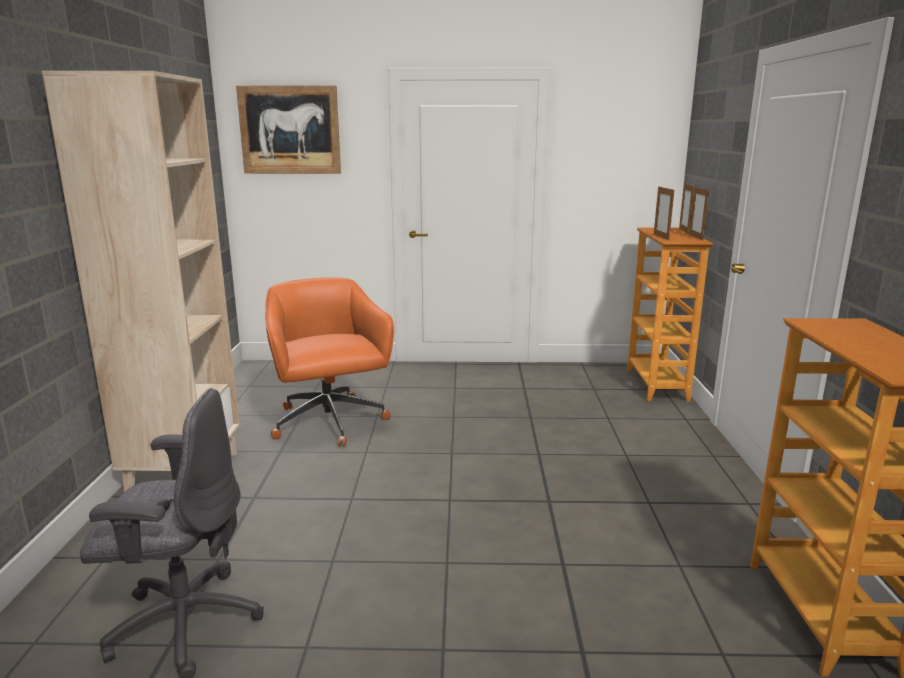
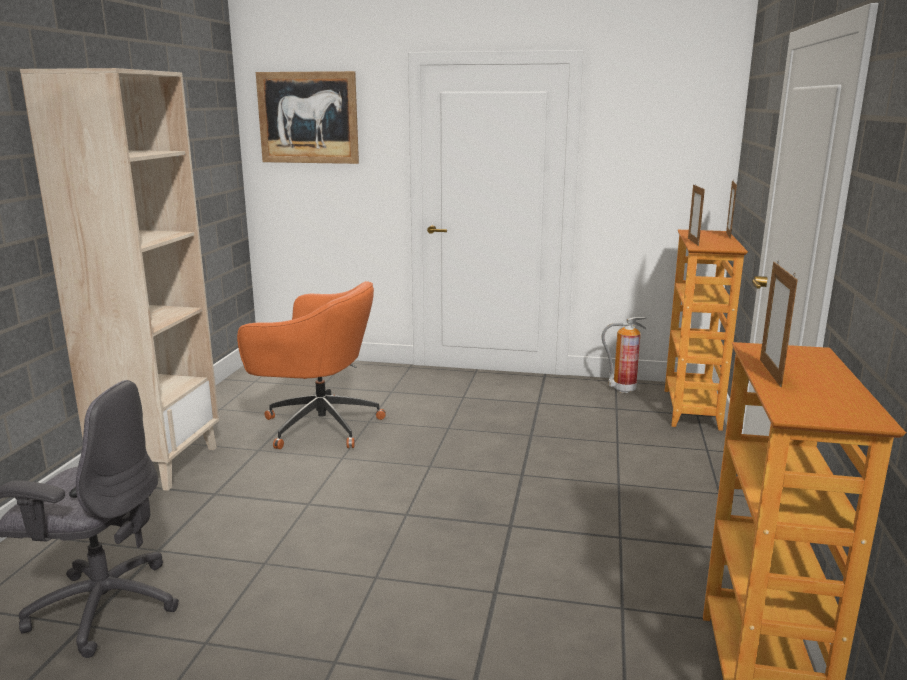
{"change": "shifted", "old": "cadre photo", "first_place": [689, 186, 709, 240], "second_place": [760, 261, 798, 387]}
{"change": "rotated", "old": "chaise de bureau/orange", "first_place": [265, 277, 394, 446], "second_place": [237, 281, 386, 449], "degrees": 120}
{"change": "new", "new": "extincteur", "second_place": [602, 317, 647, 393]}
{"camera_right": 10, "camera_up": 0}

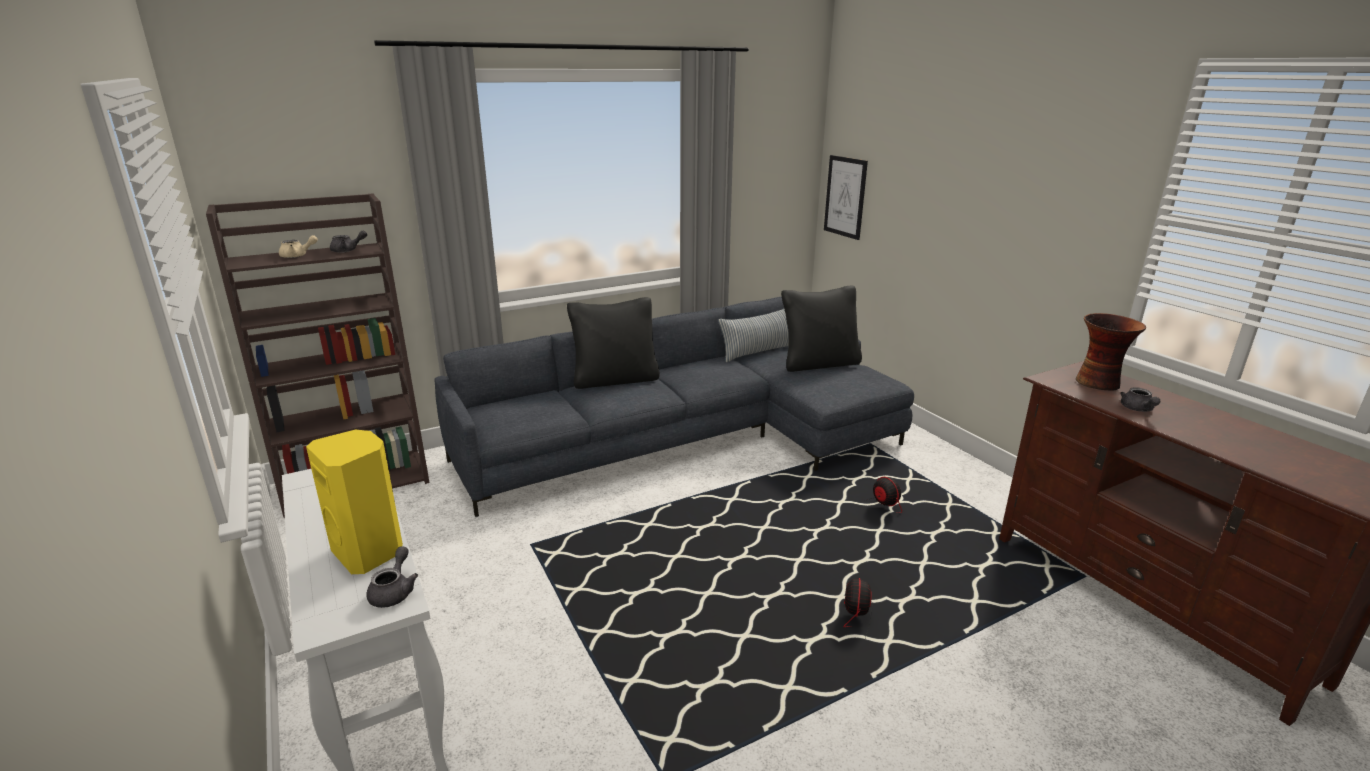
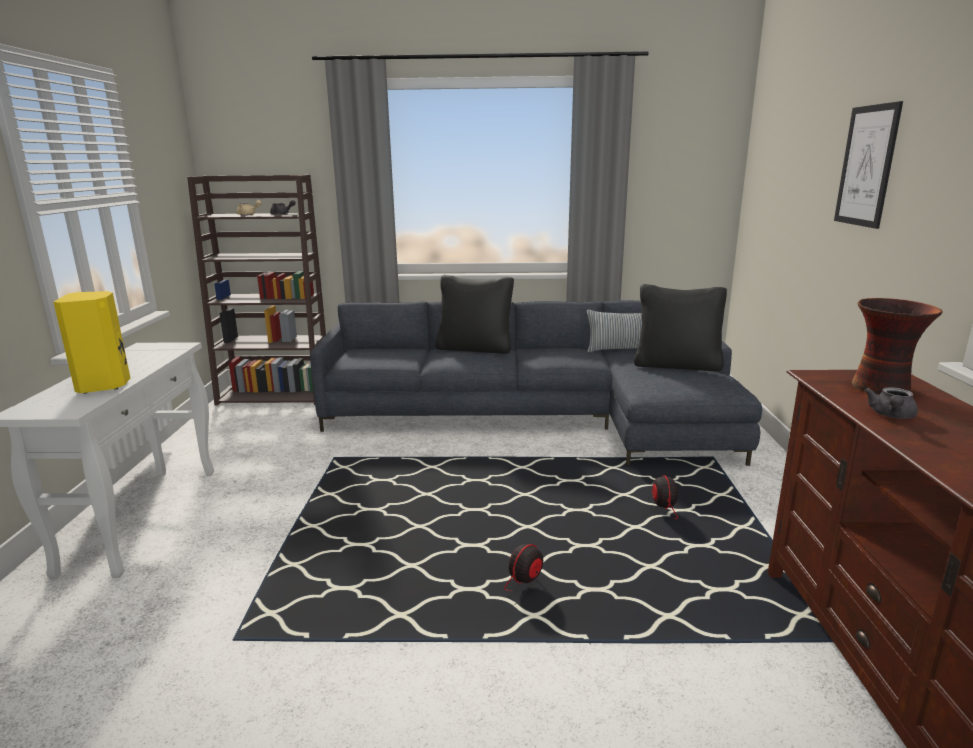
{"change": "shifted", "old": "tableau", "first_place": [824, 155, 868, 240], "second_place": [834, 101, 903, 229]}
{"change": "gone", "old": "théière/gris", "first_place": [366, 546, 418, 608]}
{"camera_right": 30, "camera_up": -5}

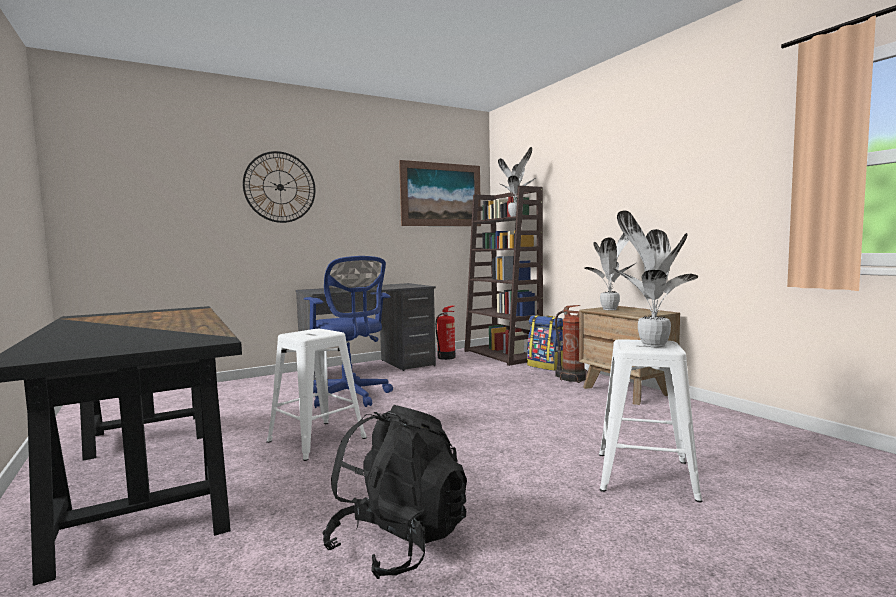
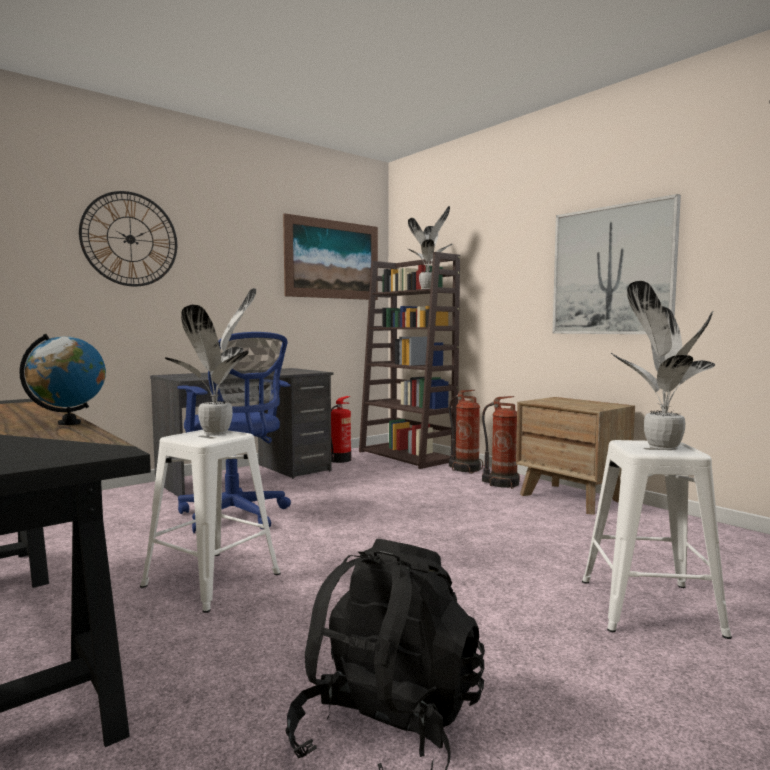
{"change": "shifted", "old": "plante en pot", "first_place": [584, 233, 636, 310], "second_place": [165, 288, 256, 435]}
{"change": "swapped", "old": "sac à dos", "new": "extincteur", "first_place": [527, 315, 563, 371], "second_place": [449, 390, 483, 474]}
{"change": "new", "new": "tableau", "second_place": [553, 194, 681, 334]}
{"change": "new", "new": "globe", "second_place": [19, 334, 106, 425]}
{"camera_right": -10, "camera_up": 0}

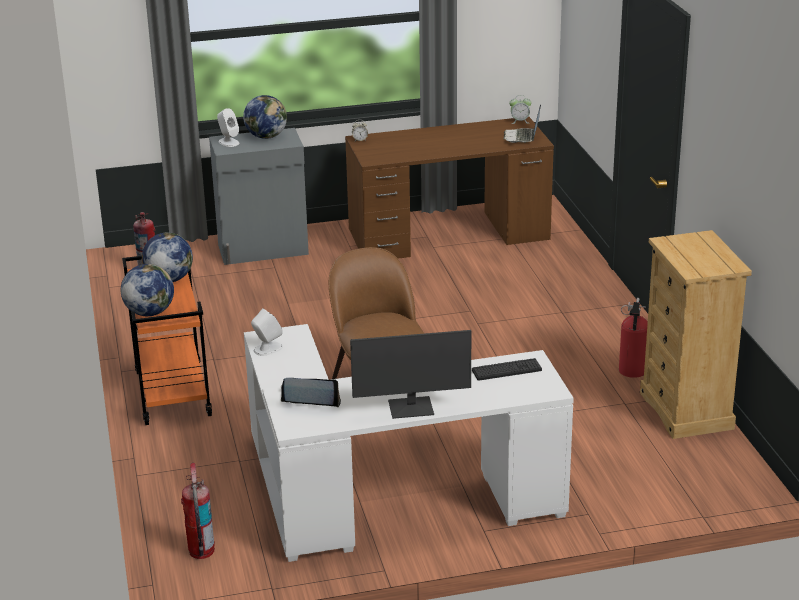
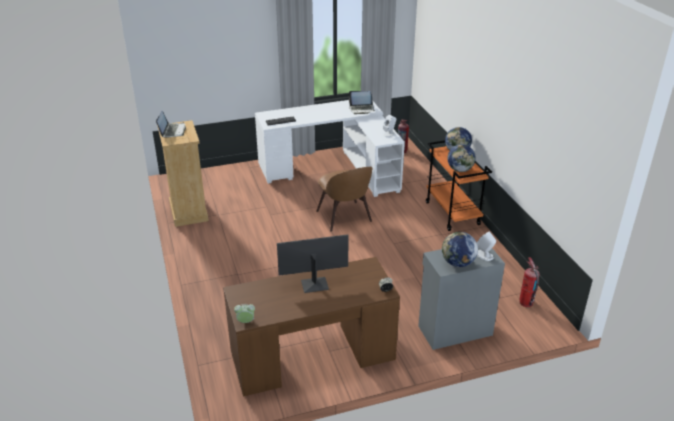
{"change": "shifted", "old": "ordinateur portable", "first_place": [504, 104, 541, 143], "second_place": [156, 111, 186, 137]}
{"change": "gone", "old": "extincteur", "first_place": [619, 298, 648, 378]}
{"change": "shifted", "old": "écran d'ordinateur", "first_place": [350, 330, 471, 419], "second_place": [277, 234, 349, 293]}
{"camera_right": 175, "camera_up": 5}

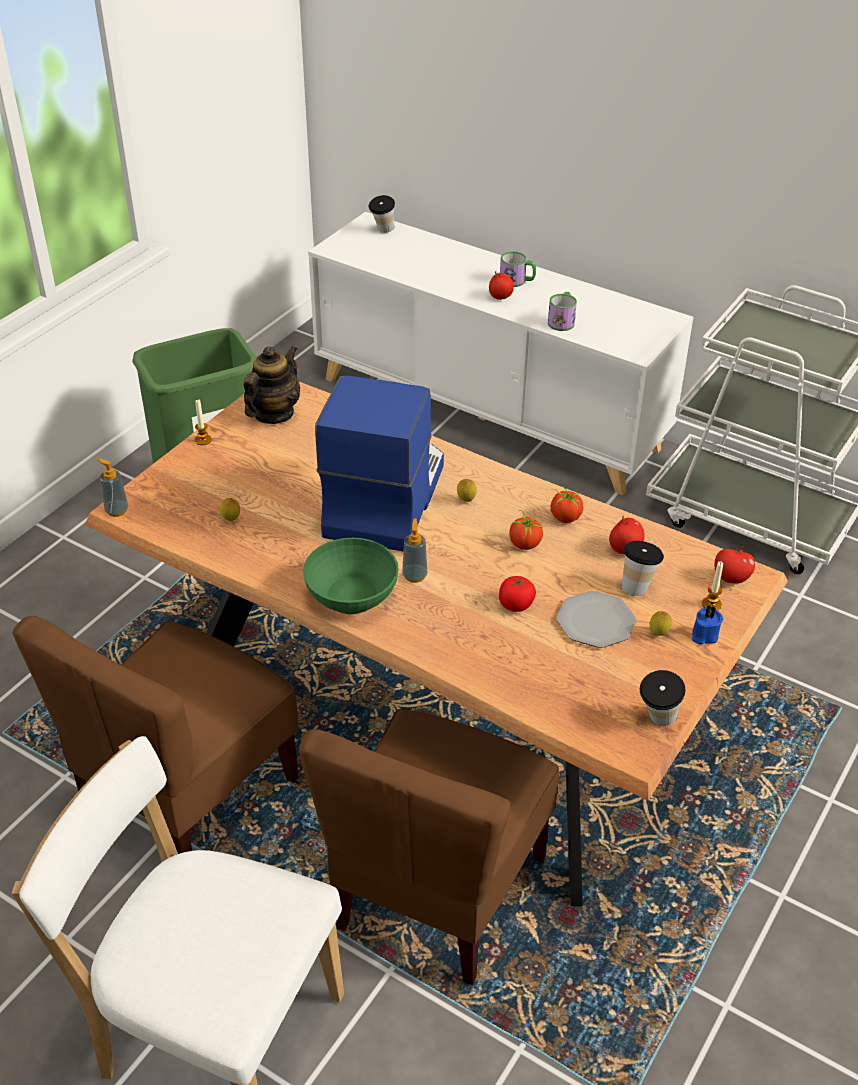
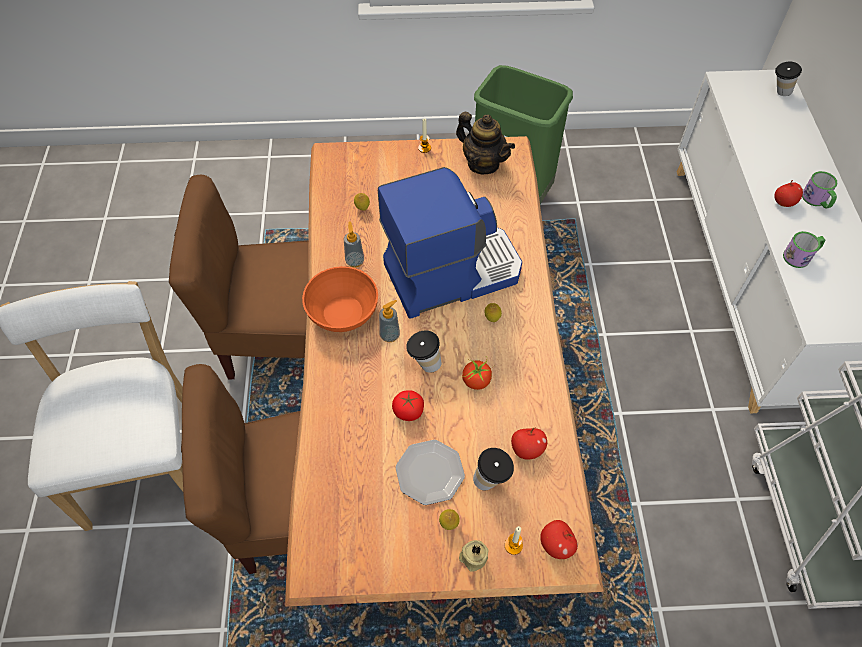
{"change": "rotated", "old": "théière", "first_place": [244, 346, 300, 424], "second_place": [456, 112, 515, 174], "degrees": 45}
{"change": "shifted", "old": "distributeur de savon", "first_place": [97, 458, 128, 517], "second_place": [344, 221, 364, 267]}
{"change": "gone", "old": "tomate", "first_place": [551, 483, 583, 523]}
{"change": "repainted", "old": "bol/vert", "new": "bol/orange", "first_place": [303, 538, 399, 614], "second_place": [302, 266, 378, 332]}
{"change": "repainted", "old": "bougie/bleu", "new": "bougie/beige", "first_place": [692, 606, 723, 645], "second_place": [459, 540, 489, 572]}
{"change": "shifted", "old": "tasse", "first_place": [640, 670, 686, 726], "second_place": [406, 330, 442, 373]}
{"camera_right": 55, "camera_up": 15}

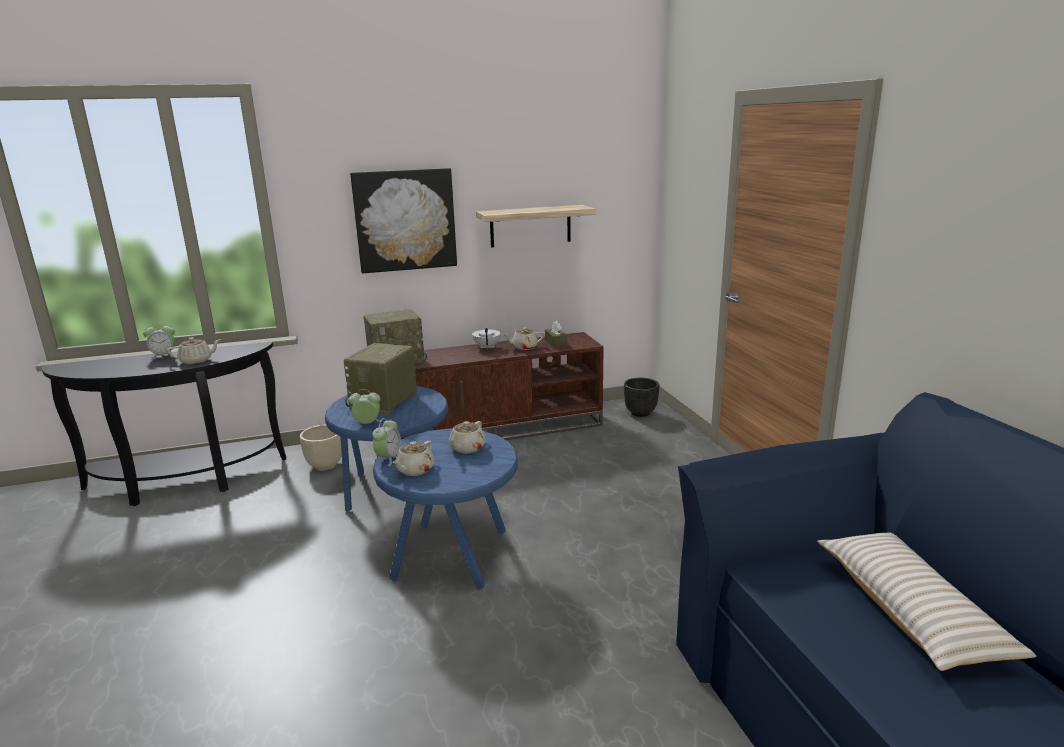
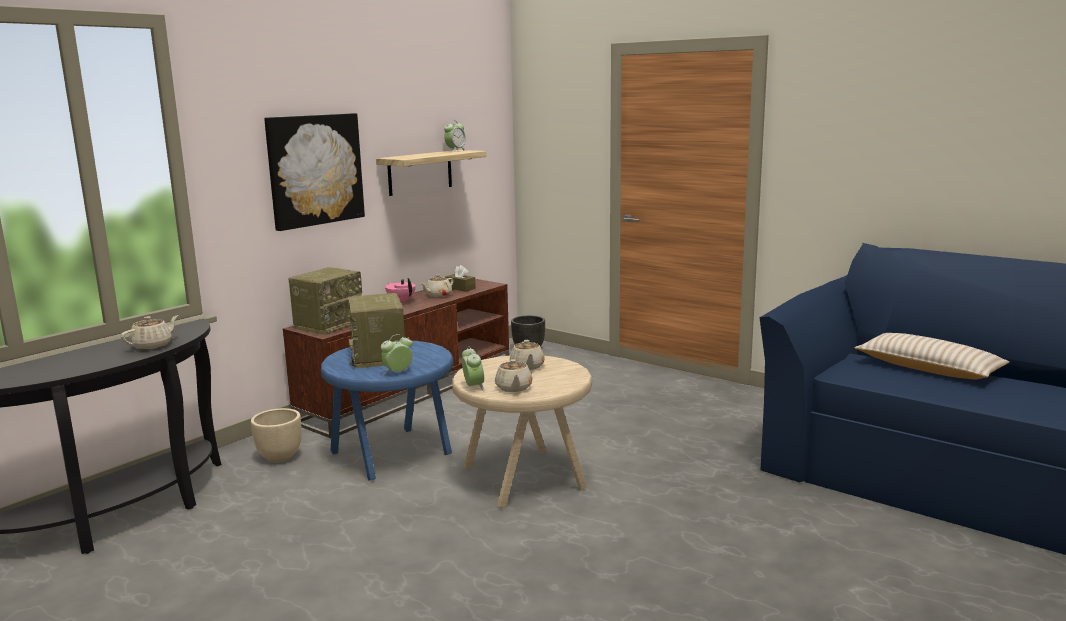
{"change": "shifted", "old": "réveil", "first_place": [143, 322, 175, 360], "second_place": [444, 120, 466, 152]}
{"change": "repainted", "old": "théière/blanc", "new": "théière/rose", "first_place": [472, 327, 501, 350], "second_place": [385, 278, 416, 303]}
{"change": "repainted", "old": "table d'appoint/bleu", "new": "table d'appoint/beige", "first_place": [373, 429, 518, 590], "second_place": [452, 356, 592, 508]}
{"camera_right": -35, "camera_up": -5}

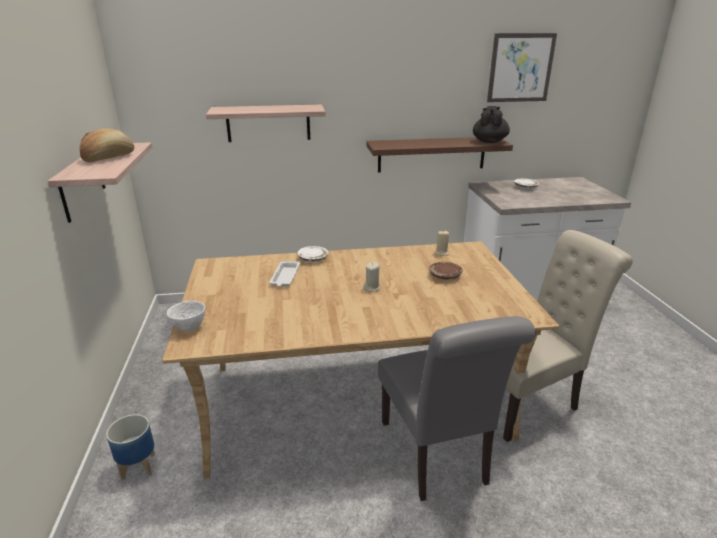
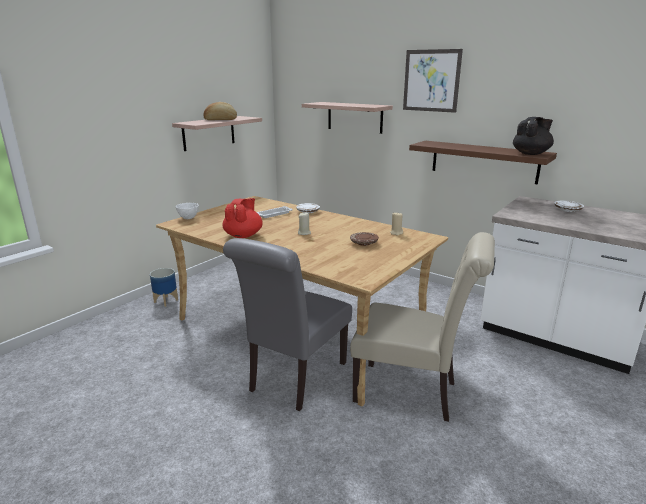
{"change": "shifted", "old": "tableau", "first_place": [487, 33, 557, 102], "second_place": [403, 49, 463, 113]}
{"change": "new", "new": "théière/rouge", "second_place": [222, 198, 263, 238]}
{"camera_right": 45, "camera_up": -5}

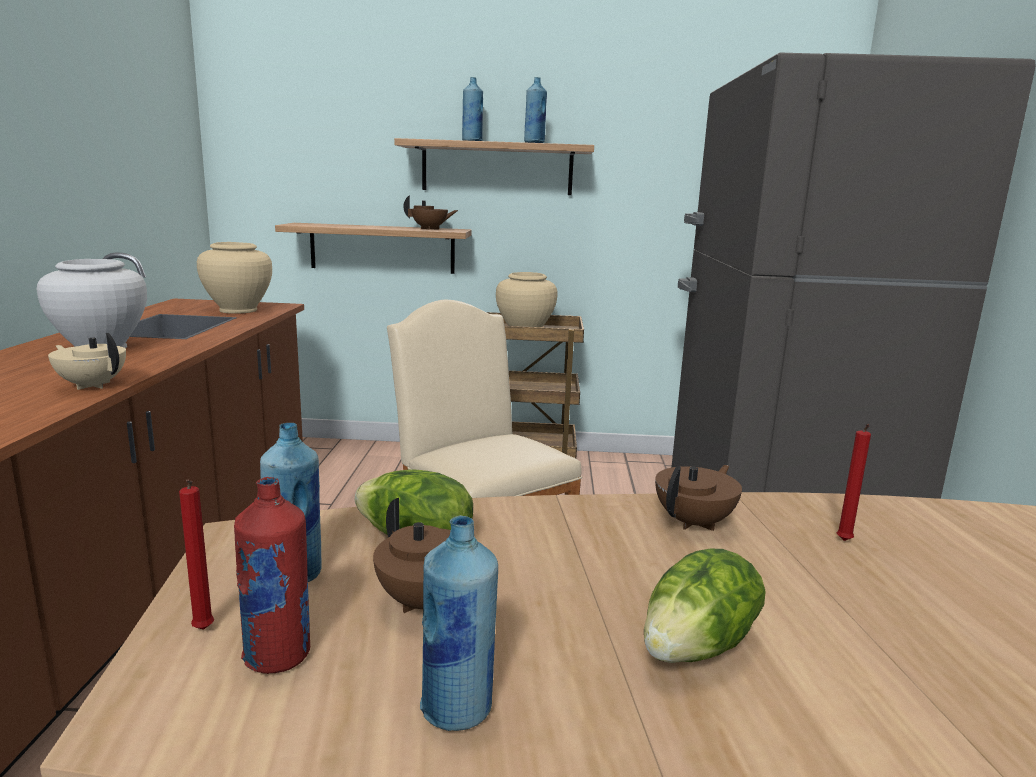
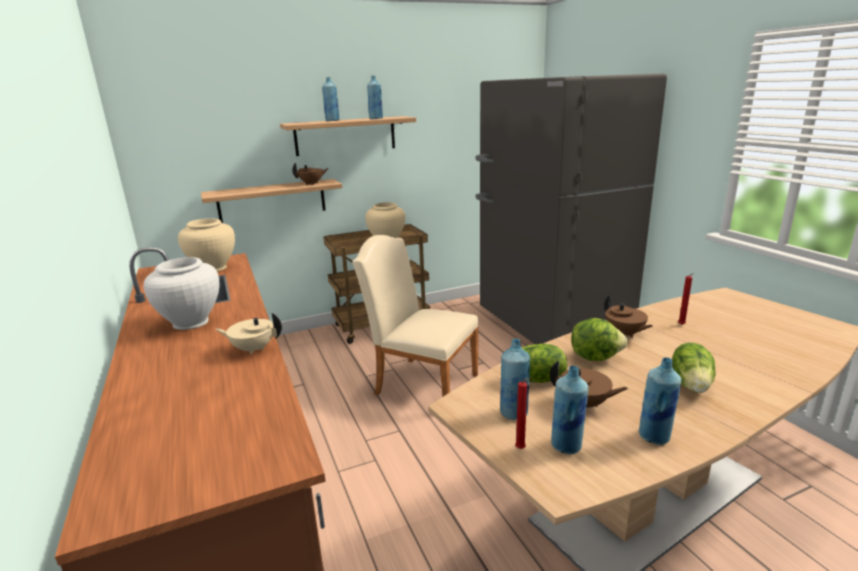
{"change": "rotated", "old": "théière/marron", "first_place": [655, 465, 742, 531], "second_place": [604, 295, 653, 338], "degrees": 135}
{"change": "repainted", "old": "bouteille/rouge", "new": "bouteille/bleu", "first_place": [234, 477, 310, 674], "second_place": [551, 366, 588, 454]}
{"change": "new", "new": "laitue", "second_place": [571, 318, 627, 361]}
{"camera_right": -25, "camera_up": 5}

